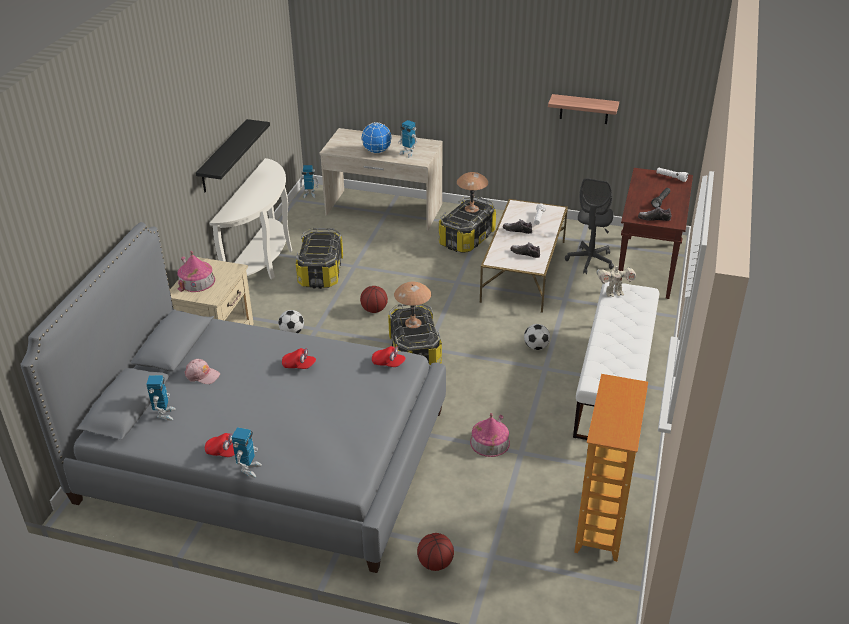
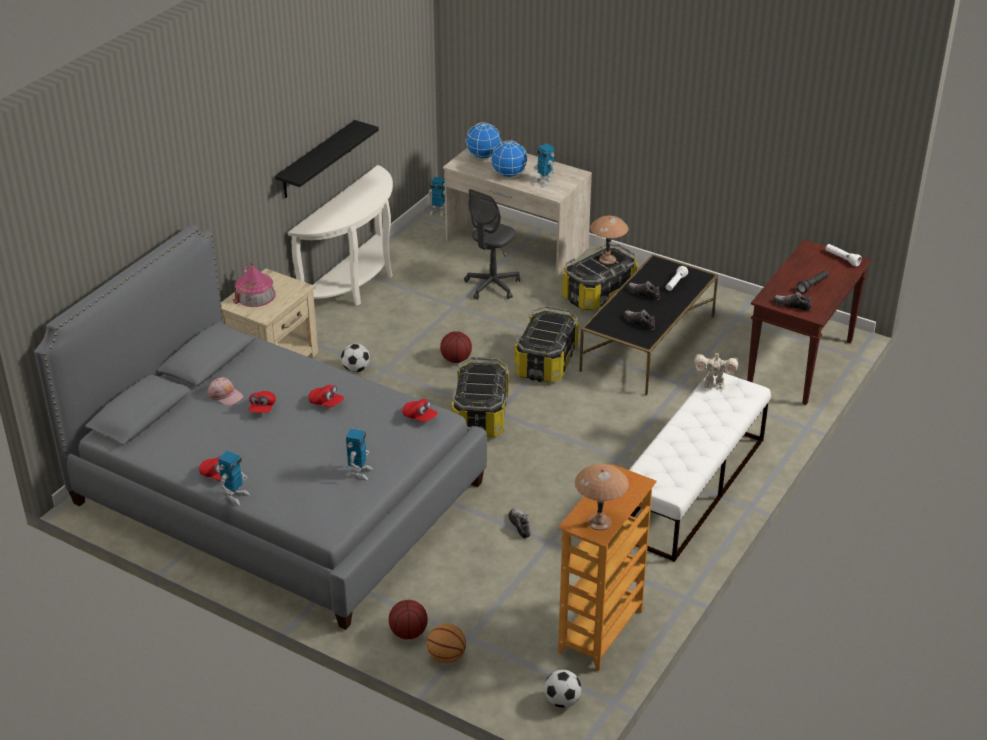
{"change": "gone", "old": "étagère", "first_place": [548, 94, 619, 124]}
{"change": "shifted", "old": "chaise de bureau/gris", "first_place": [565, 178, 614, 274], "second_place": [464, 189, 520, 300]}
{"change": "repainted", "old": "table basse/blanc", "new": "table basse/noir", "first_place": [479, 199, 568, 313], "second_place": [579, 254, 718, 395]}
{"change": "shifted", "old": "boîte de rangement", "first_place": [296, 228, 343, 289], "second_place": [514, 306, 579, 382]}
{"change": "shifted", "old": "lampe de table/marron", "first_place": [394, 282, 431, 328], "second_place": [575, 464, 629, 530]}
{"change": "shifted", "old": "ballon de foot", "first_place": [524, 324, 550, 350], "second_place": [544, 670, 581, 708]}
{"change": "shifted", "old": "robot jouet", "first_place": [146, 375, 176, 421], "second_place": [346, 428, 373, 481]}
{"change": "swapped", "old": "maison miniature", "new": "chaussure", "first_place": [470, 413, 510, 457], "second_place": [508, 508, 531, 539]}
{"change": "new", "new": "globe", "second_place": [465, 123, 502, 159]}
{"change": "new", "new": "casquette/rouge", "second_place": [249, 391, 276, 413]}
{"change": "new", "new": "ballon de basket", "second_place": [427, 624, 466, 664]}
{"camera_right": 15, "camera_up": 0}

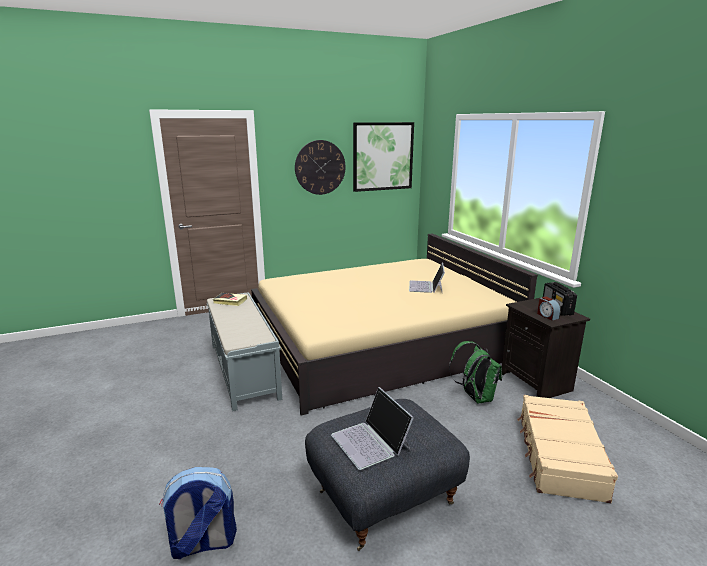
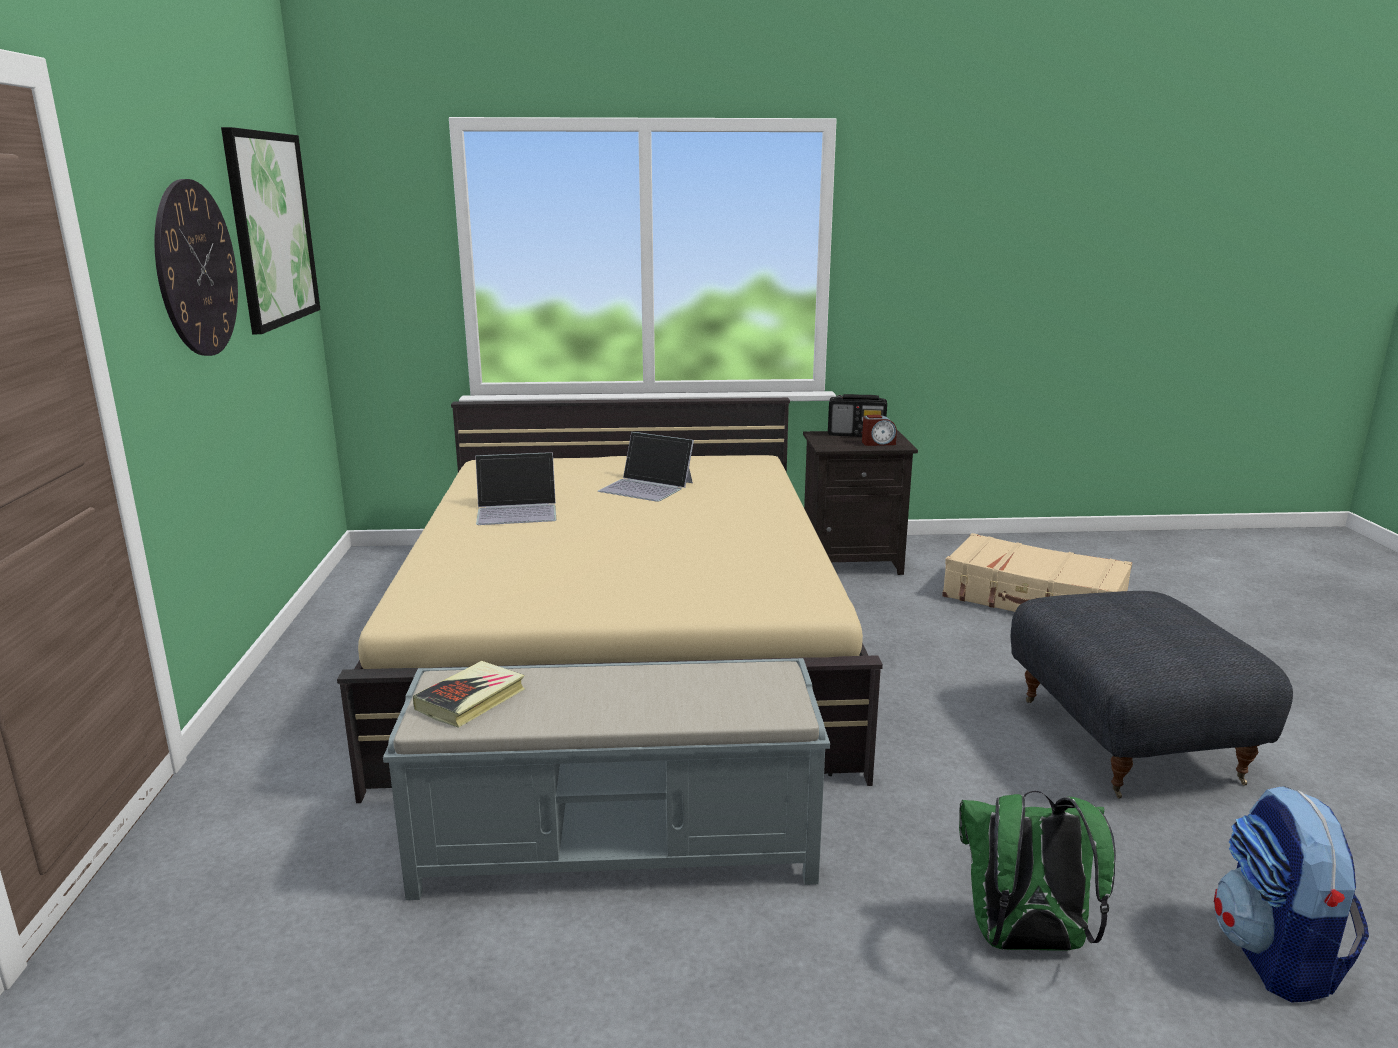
{"change": "shifted", "old": "sac à dos/vert", "first_place": [449, 341, 502, 403], "second_place": [959, 791, 1116, 951]}
{"change": "shifted", "old": "ordinateur portable", "first_place": [331, 387, 414, 470], "second_place": [475, 452, 556, 525]}
{"camera_right": -70, "camera_up": 0}

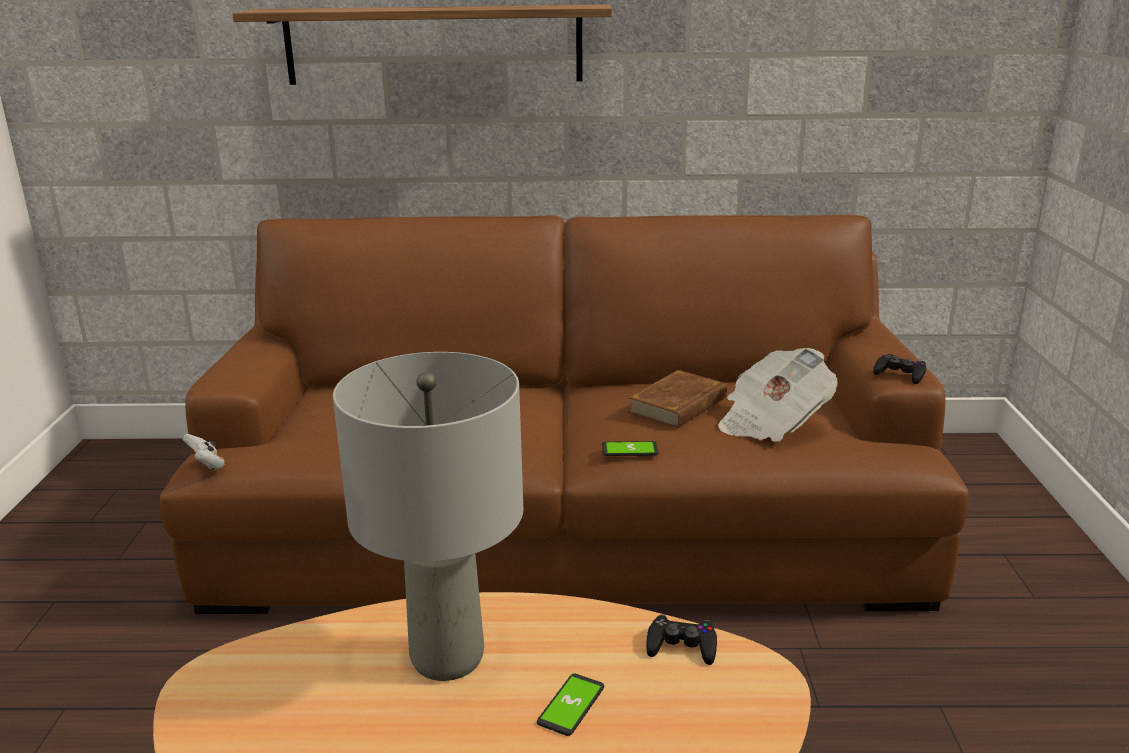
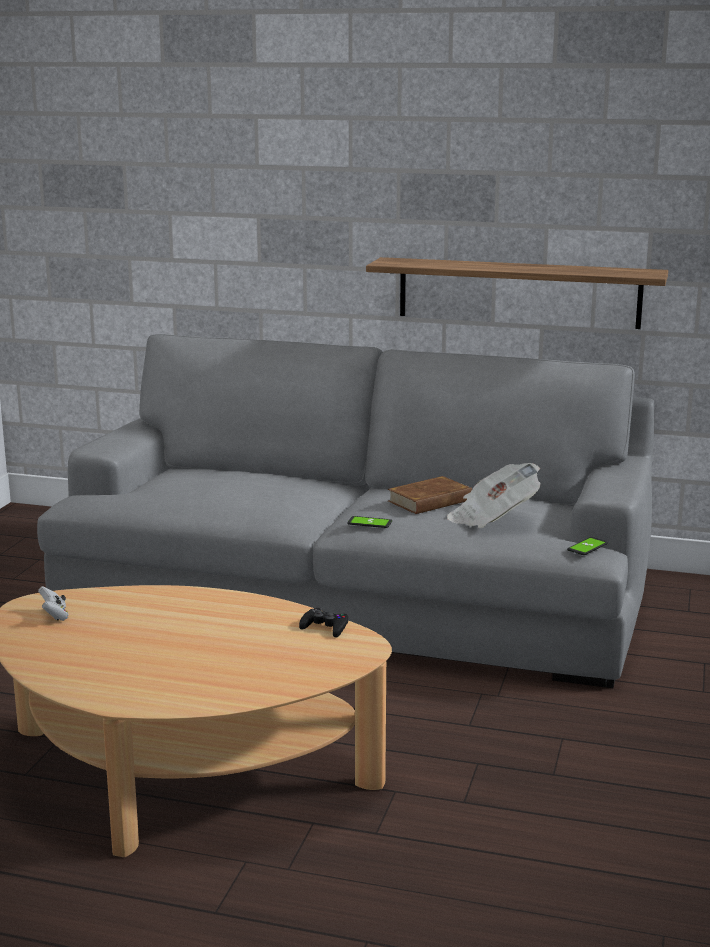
{"change": "shifted", "old": "étagère", "first_place": [232, 4, 612, 85], "second_place": [366, 257, 668, 329]}
{"change": "repainted", "old": "canapé/marron", "new": "canapé/gris", "first_place": [160, 215, 969, 614], "second_place": [37, 334, 654, 688]}
{"change": "gone", "old": "lampe de table/gris", "first_place": [333, 352, 523, 681]}
{"change": "gone", "old": "manette/noir", "first_place": [873, 354, 926, 384]}
{"change": "shifted", "old": "manette/blanc", "first_place": [182, 434, 225, 470], "second_place": [38, 586, 69, 621]}
{"change": "shifted", "old": "téléphone", "first_place": [537, 674, 604, 736], "second_place": [567, 537, 608, 555]}
{"camera_right": 15, "camera_up": -5}

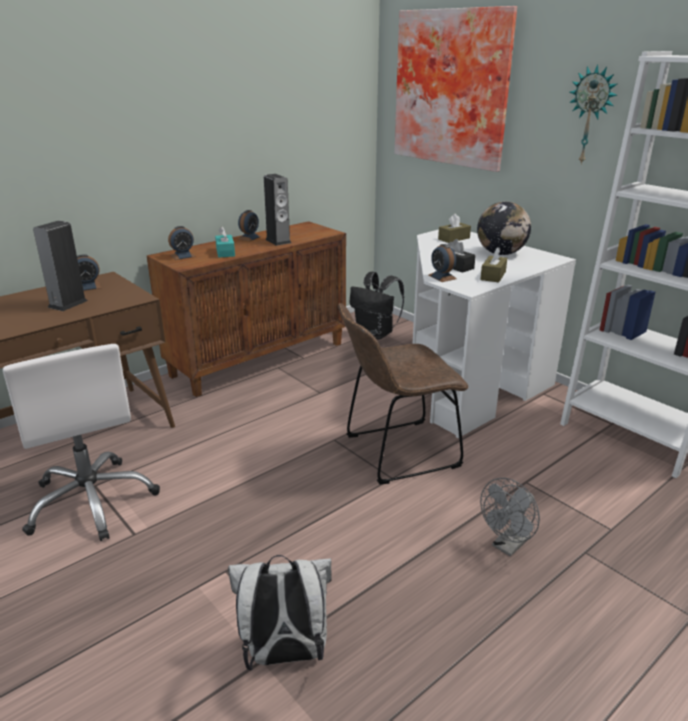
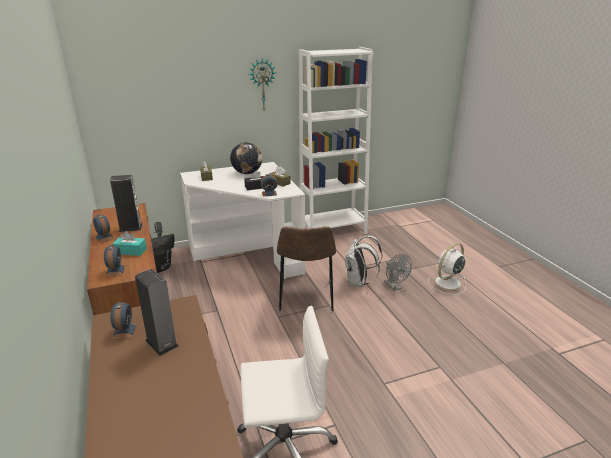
{"change": "gone", "old": "tableau", "first_place": [394, 6, 517, 172]}
{"change": "shifted", "old": "sac à dos/blanc", "first_place": [228, 555, 332, 671], "second_place": [344, 235, 382, 287]}
{"change": "new", "new": "ventilateur/blanc", "second_place": [428, 243, 466, 295]}
{"camera_right": -70, "camera_up": 0}

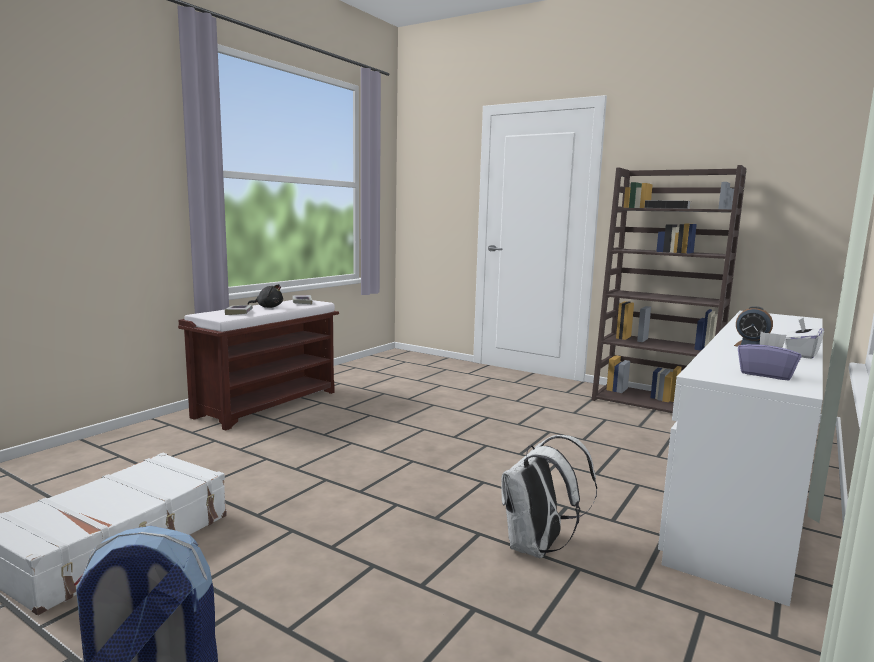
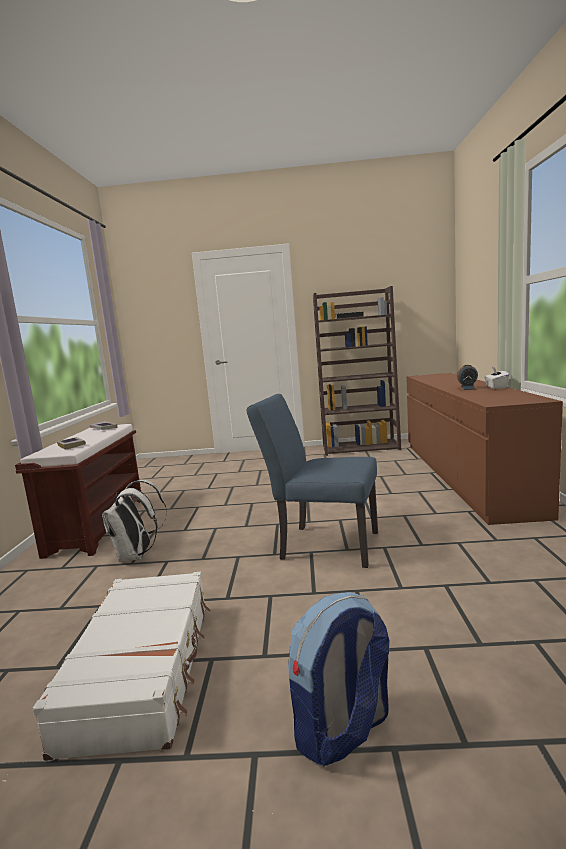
{"change": "gone", "old": "peluche/noir", "first_place": [248, 284, 283, 308]}
{"change": "repainted", "old": "commode/blanc", "new": "commode/marron", "first_place": [658, 311, 823, 607], "second_place": [406, 373, 563, 525]}
{"change": "gone", "old": "boîte à mouchoirs/violet", "first_place": [738, 332, 802, 380]}
{"change": "shifted", "old": "sac à dos/blanc", "first_place": [501, 435, 597, 558], "second_place": [102, 480, 167, 562]}
{"change": "new", "new": "chaise/bleu", "second_place": [247, 394, 378, 568]}
{"camera_right": -30, "camera_up": 0}

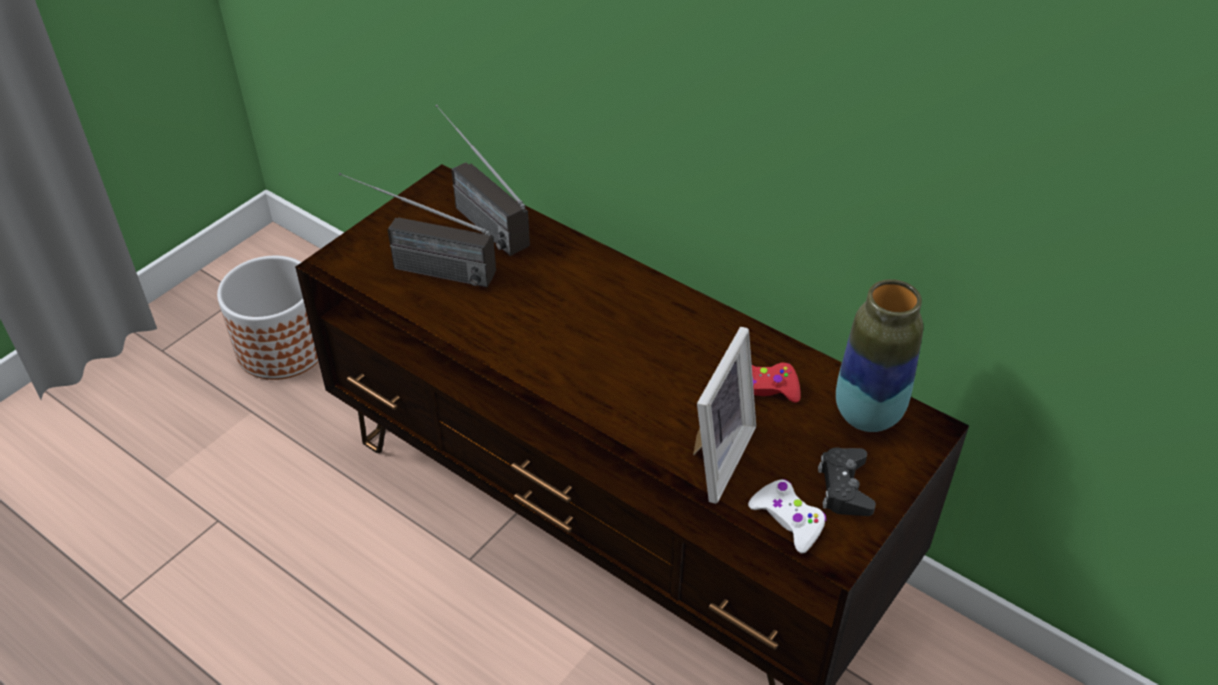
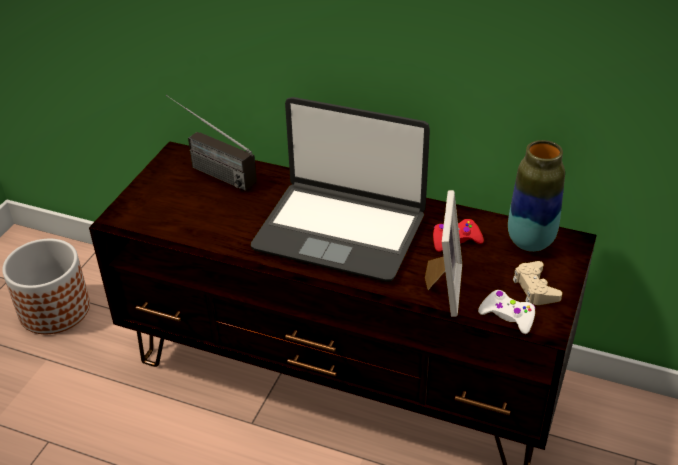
{"change": "gone", "old": "radio", "first_place": [339, 173, 496, 287]}
{"change": "repainted", "old": "manette/noir", "new": "manette/beige", "first_place": [818, 448, 876, 516], "second_place": [513, 261, 562, 305]}
{"change": "new", "new": "ordinateur portable", "second_place": [251, 97, 430, 282]}
{"camera_right": -15, "camera_up": -5}

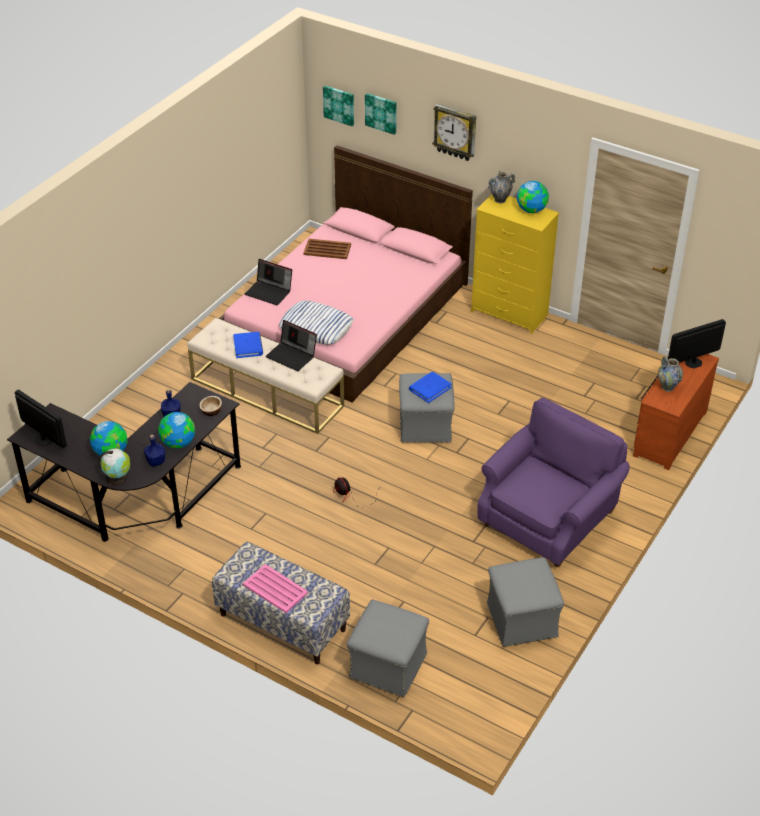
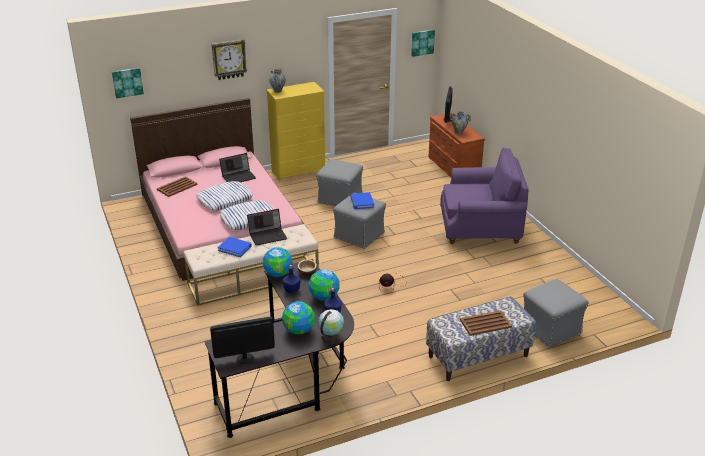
{"change": "shifted", "old": "tableau", "first_place": [365, 93, 397, 135], "second_place": [411, 30, 435, 57]}
{"change": "shifted", "old": "globe", "first_place": [517, 181, 549, 213], "second_place": [263, 247, 293, 277]}
{"change": "shifted", "old": "ordinateur portable", "first_place": [245, 259, 292, 305], "second_place": [219, 153, 256, 182]}
{"change": "rotated", "old": "fauteuil/violet", "first_place": [477, 398, 630, 567], "second_place": [440, 148, 528, 244], "degrees": 105}
{"change": "shifted", "old": "pouf/gris", "first_place": [487, 557, 564, 647], "second_place": [316, 159, 363, 206]}
{"change": "repainted", "old": "plateau/rose", "new": "plateau/marron", "first_place": [243, 564, 308, 613], "second_place": [460, 310, 512, 336]}
{"change": "new", "new": "coussin", "second_place": [196, 181, 253, 211]}
{"camera_right": -55, "camera_up": -10}

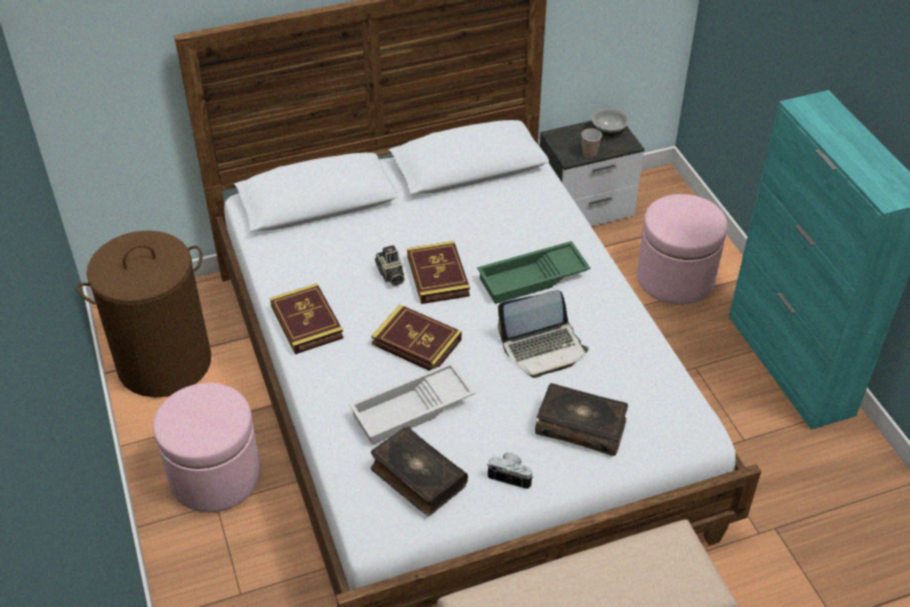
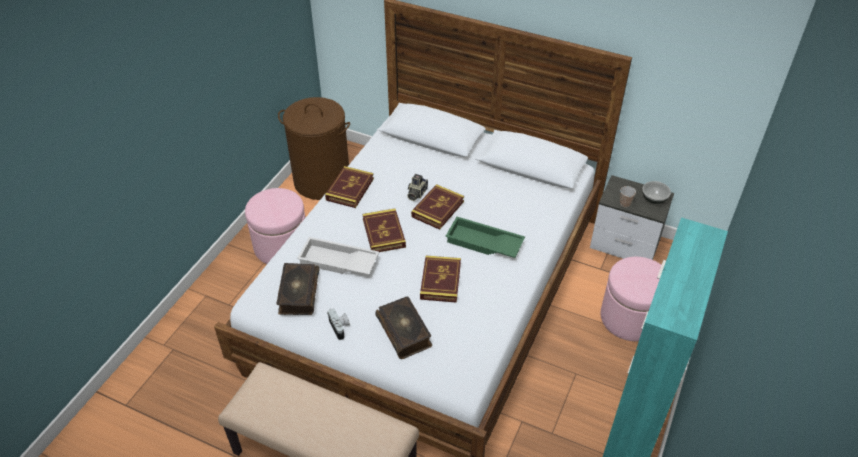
{"change": "swapped", "old": "ordinateur portable", "new": "livre", "first_place": [498, 290, 589, 378], "second_place": [420, 256, 461, 303]}
{"camera_right": 45, "camera_up": 0}

